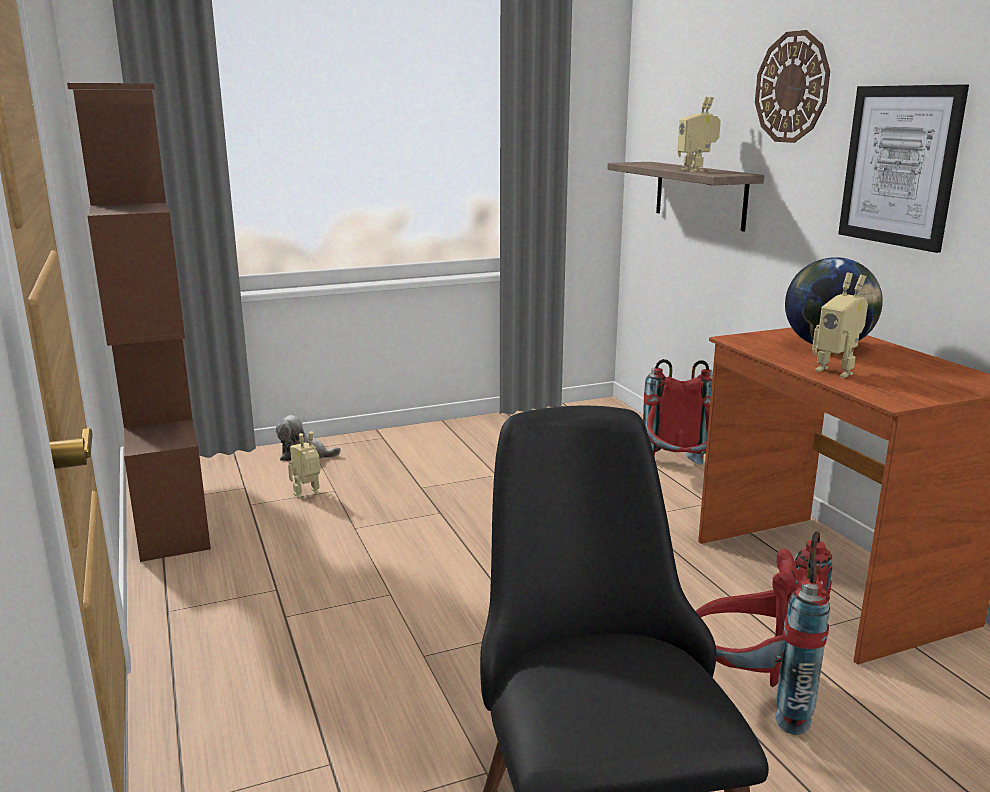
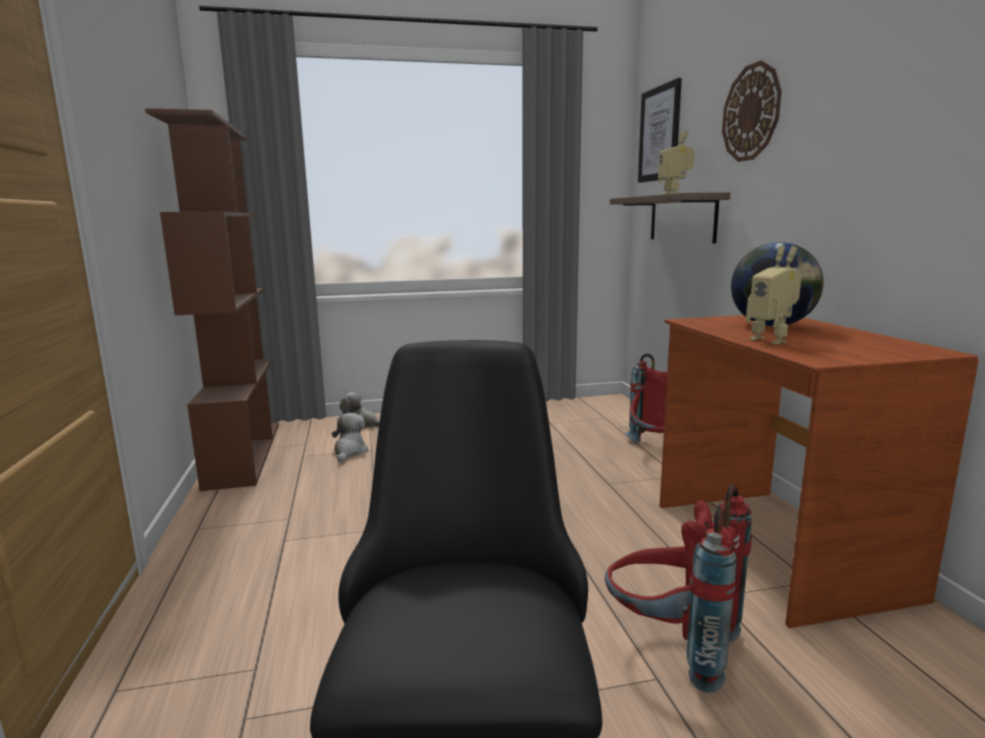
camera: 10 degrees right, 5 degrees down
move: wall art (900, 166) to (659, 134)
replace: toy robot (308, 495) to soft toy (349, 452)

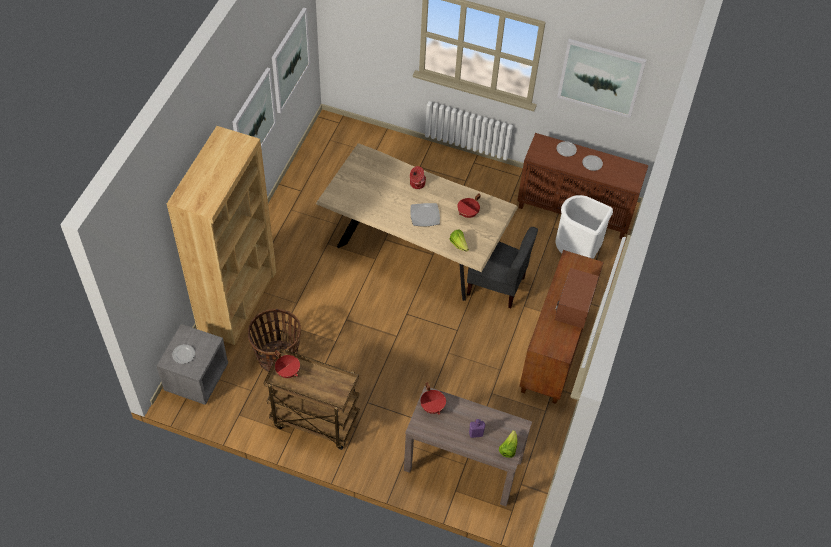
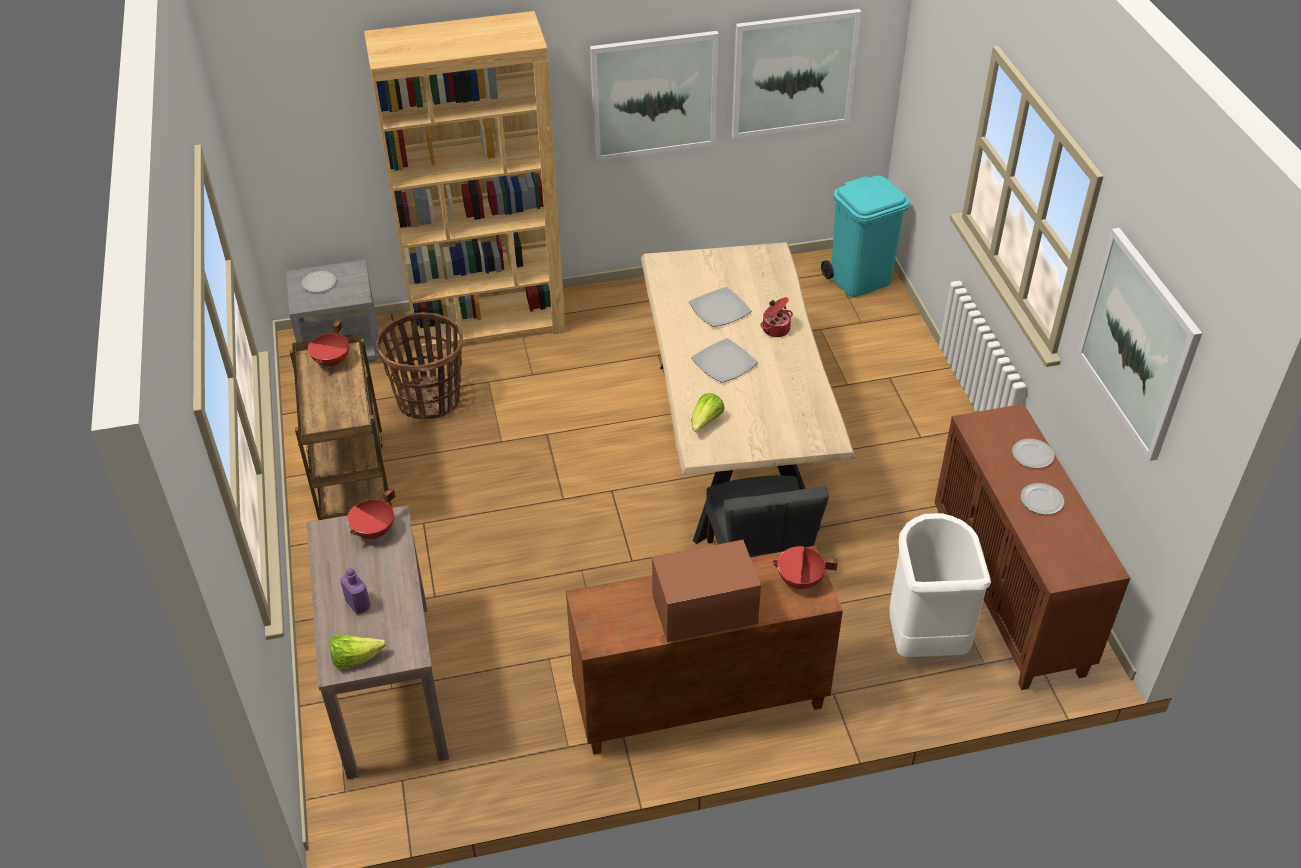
camera: 60 degrees right, 10 degrees down
insert: dinner plate (720, 309); blue-green waste bin (860, 279)
move: red-coloured stockpot (468, 213) to (800, 581)

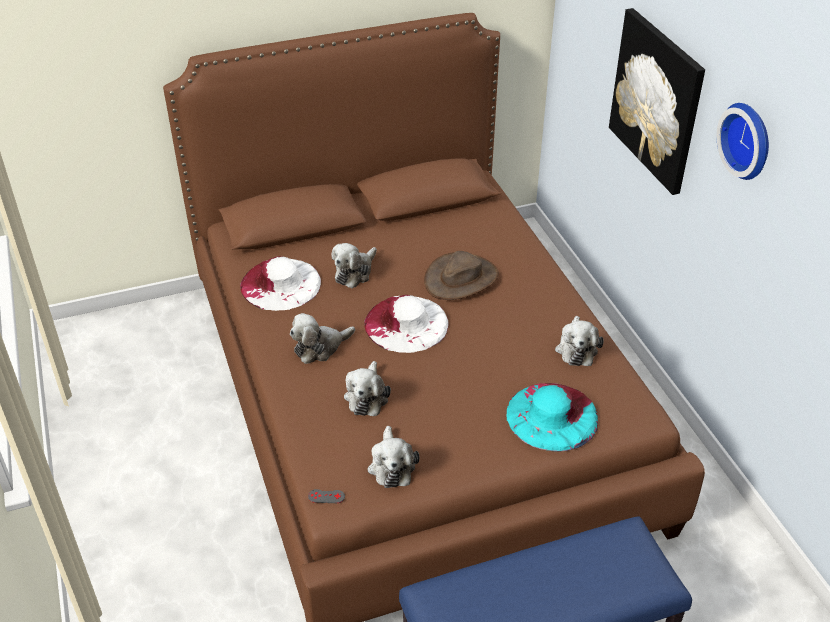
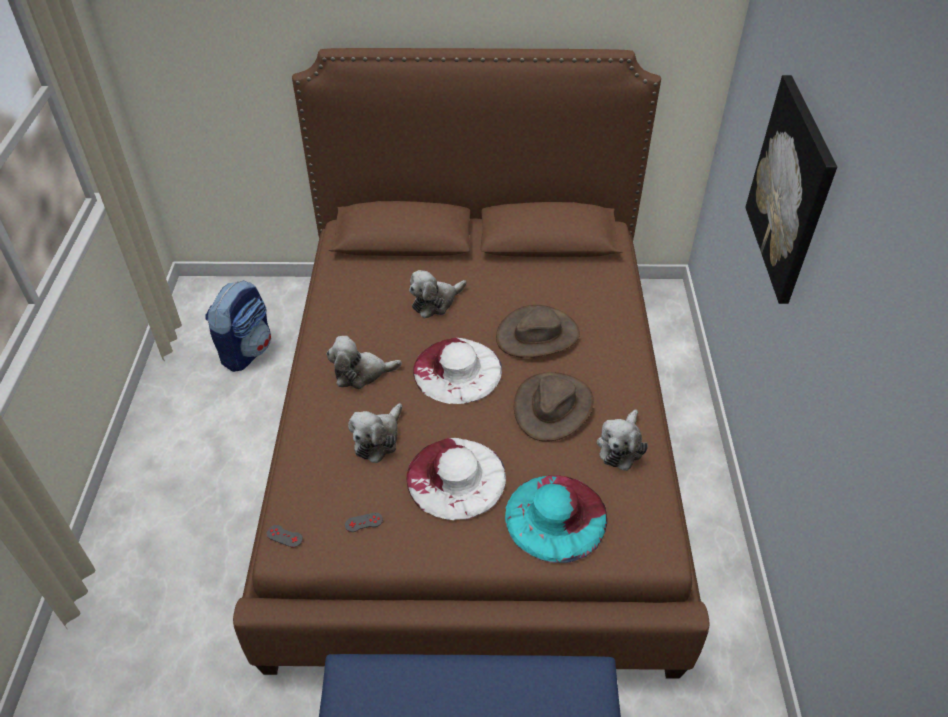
camera: 20 degrees right, 5 degrees up
delete: hanging clock (748, 140)
insert: backpack (247, 350); brown-coloured clothing hat (552, 407)
move: white-coloured clothing hat (280, 284) to (456, 477)
replace: soft toy (391, 465) to gray joypad (364, 522)

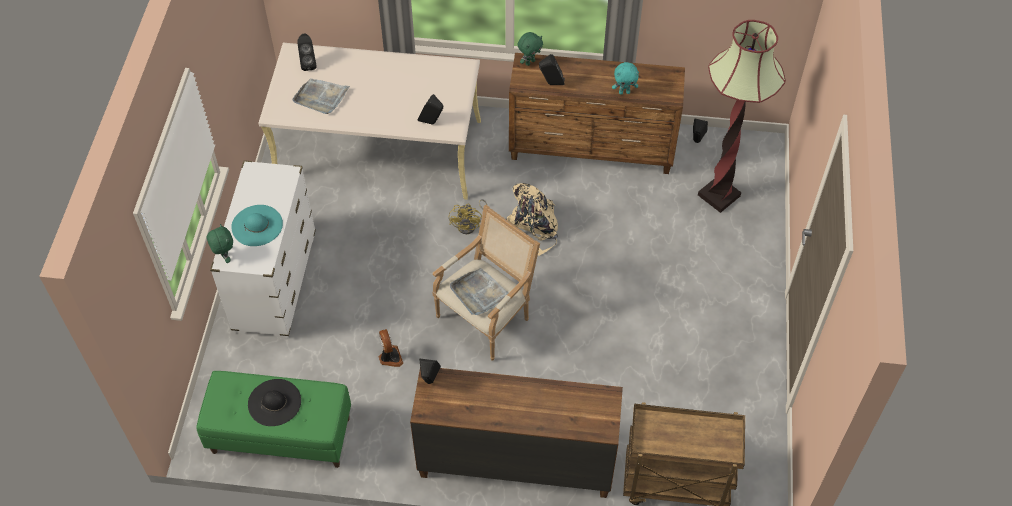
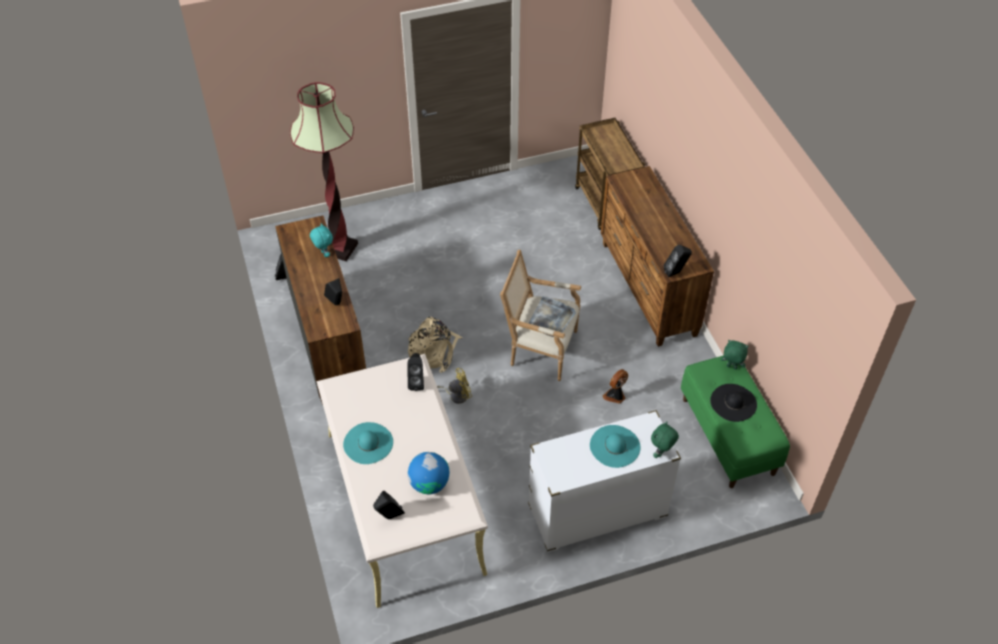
camera: 115 degrees left, 5 degrees down
insert: blue-green clothing hat (368, 443)
move: greenish soft toy (530, 62) to (731, 367)
replace: gray carrying tray (321, 97) to world globe (429, 484)

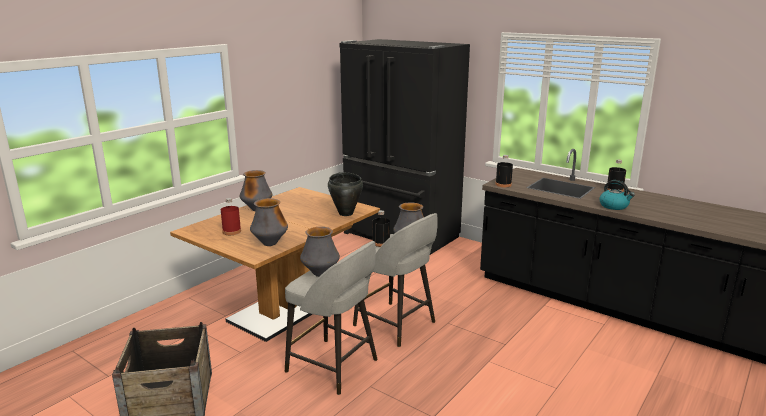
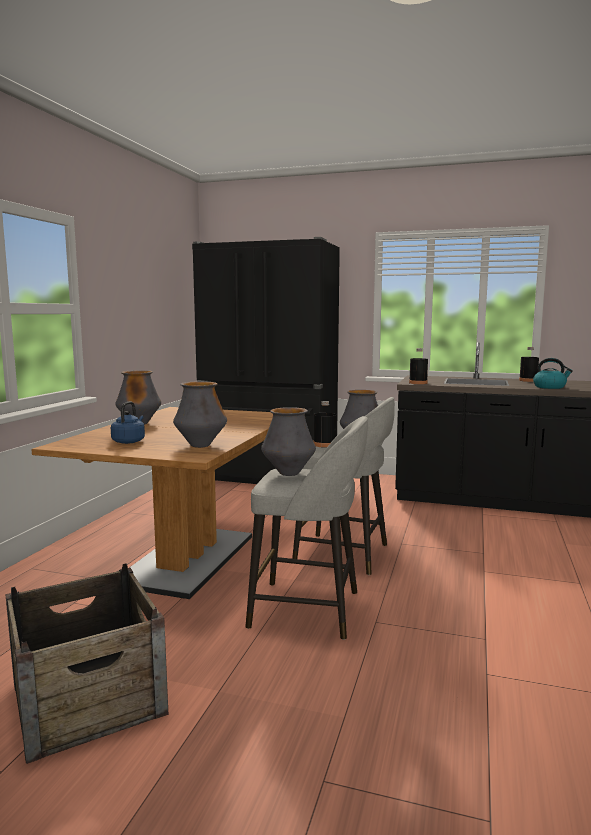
camera: 20 degrees left, 10 degrees down
delete: black-coloured stockpot (346, 213)
replace: red-coloured beverage bottle (231, 231) to bluish water kettle (129, 441)

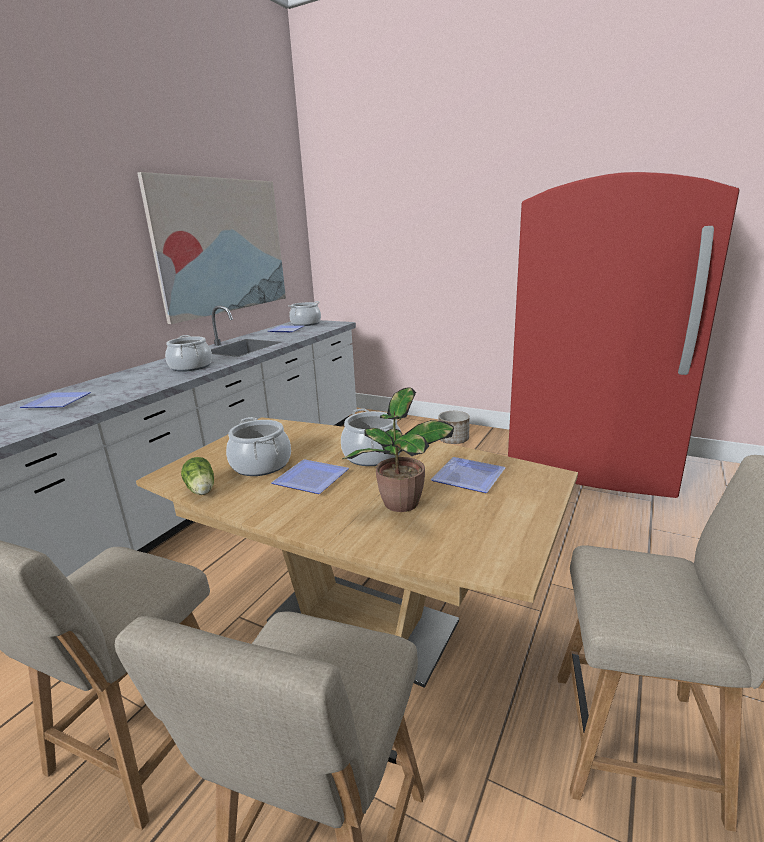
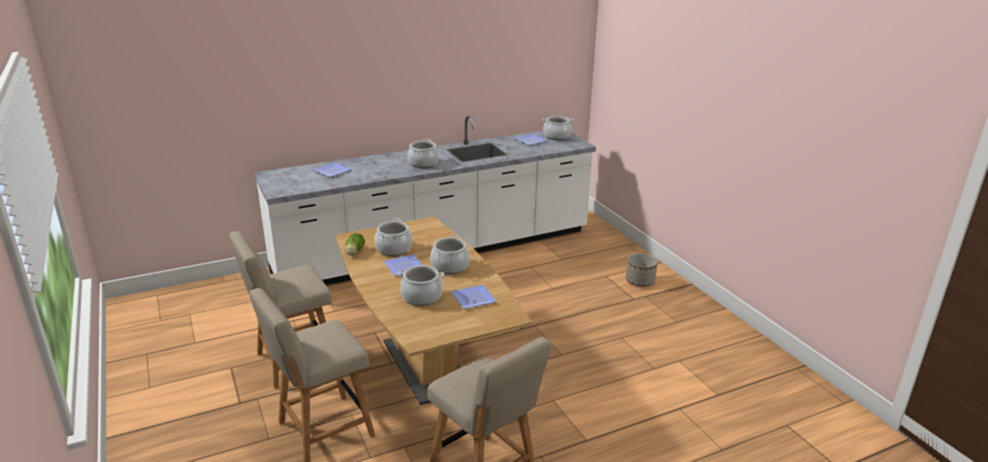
camera: 35 degrees right, 5 degrees up
delete: wall art (222, 246); red-coloured kitchen fridge (593, 464)
replace: houseplant (401, 504) to stockpot (421, 297)

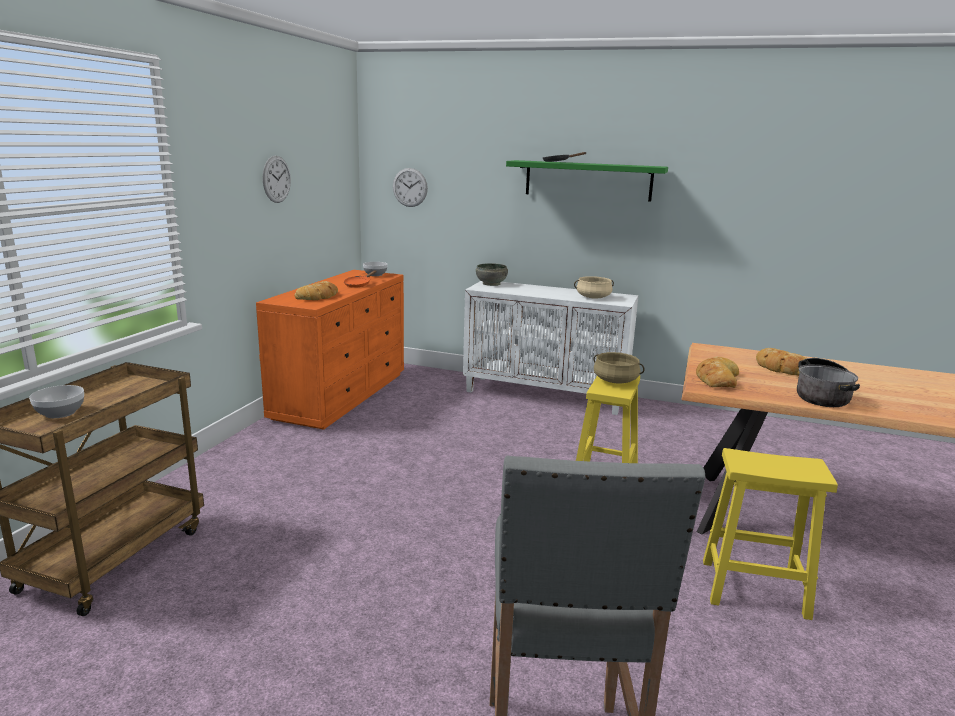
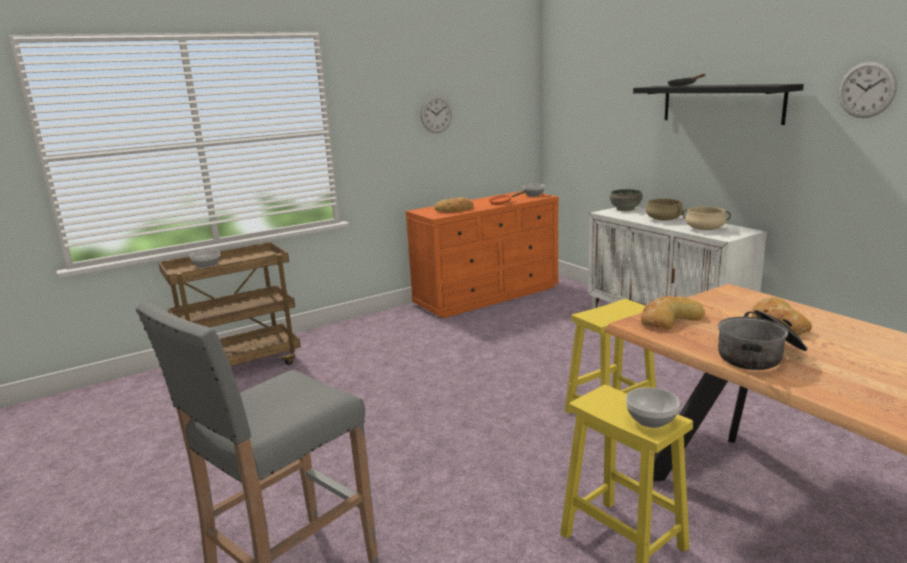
camera: 40 degrees right, 0 degrees up
insert: deep dish (650, 420)
move: hanging clock (410, 187) to (866, 89); beige-coloured stockpot (616, 381) to (664, 219)
recolor: greenish wall shelf (588, 180) to black-coloured wall shelf (721, 103)

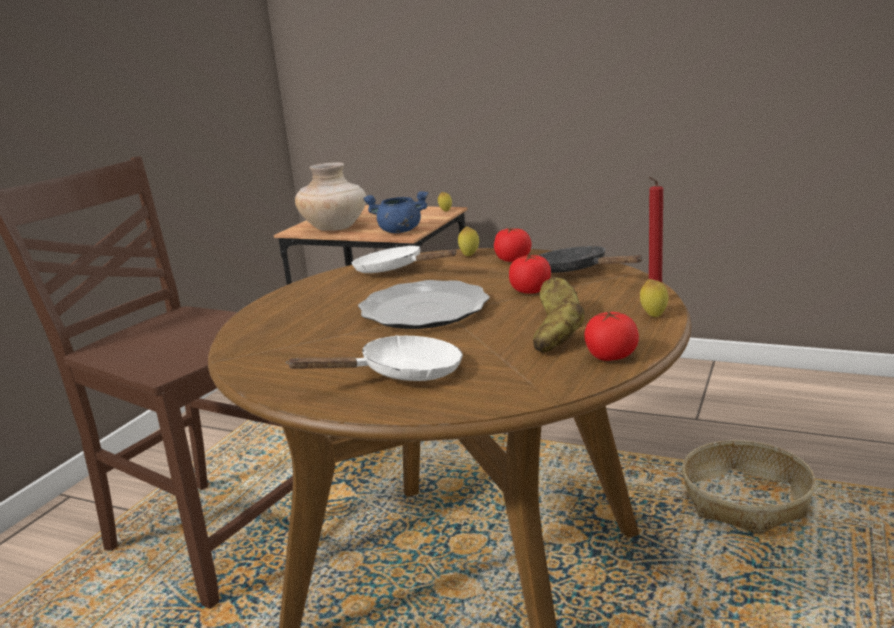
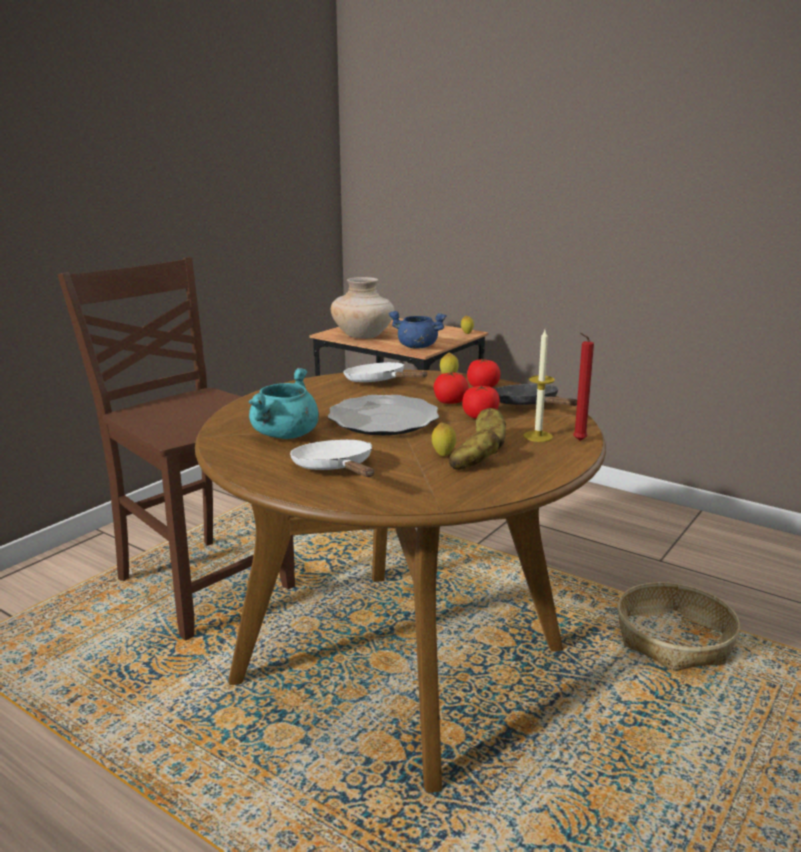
camera: 10 degrees right, 0 degrees up
insert: blue-green stockpot (285, 435); candle (538, 436)
move: tomato (611, 357) to (450, 402); citrus fruit (653, 315) to (443, 455)
rotate: white-coloured pan (402, 374) = (336, 469) 105 degrees counterclockwise

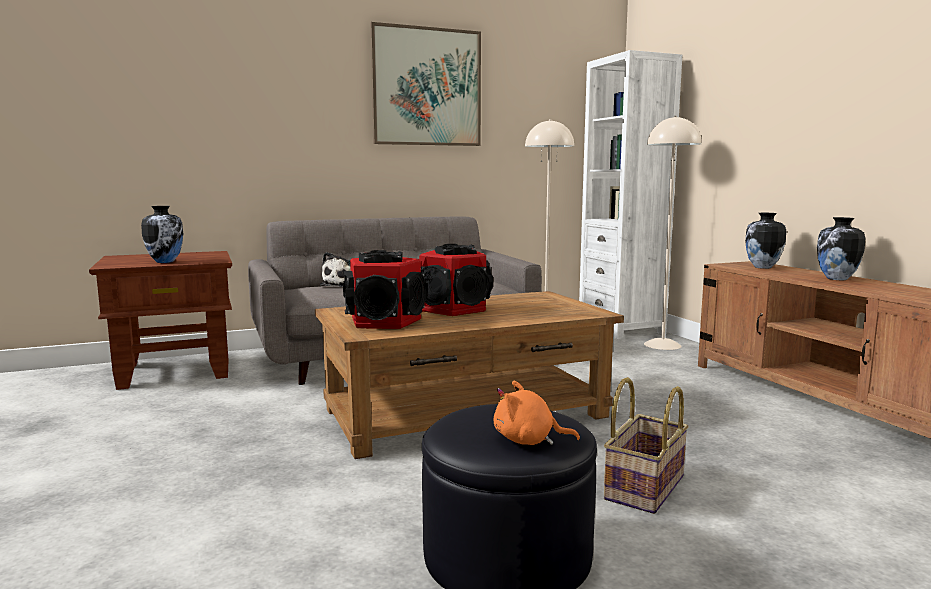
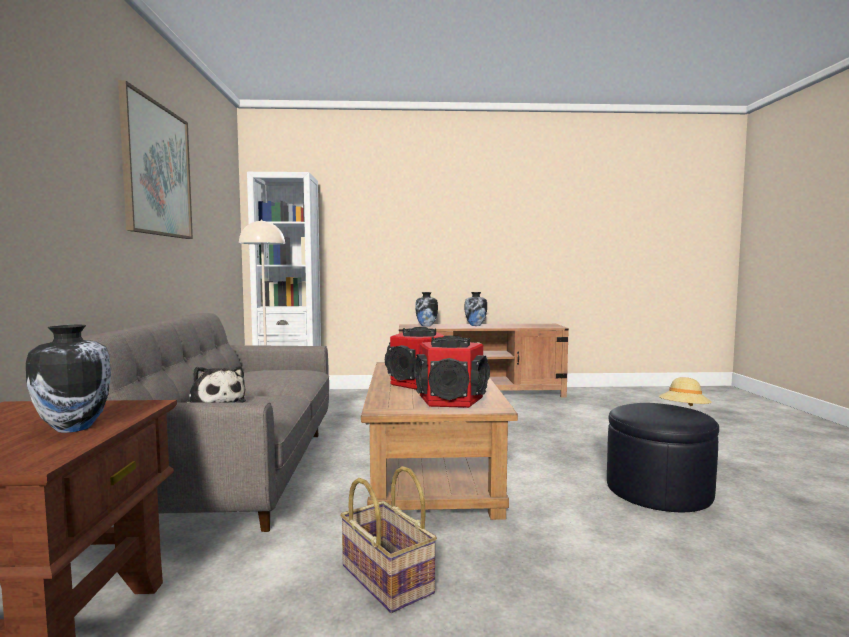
camera: 70 degrees left, 5 degrees down
delete: beige-coloured standing lamp (662, 345)
move: storage basket (643, 487) to (385, 579)
replace: orange soft toy (528, 440) to beige-coloured clothing hat (684, 411)

